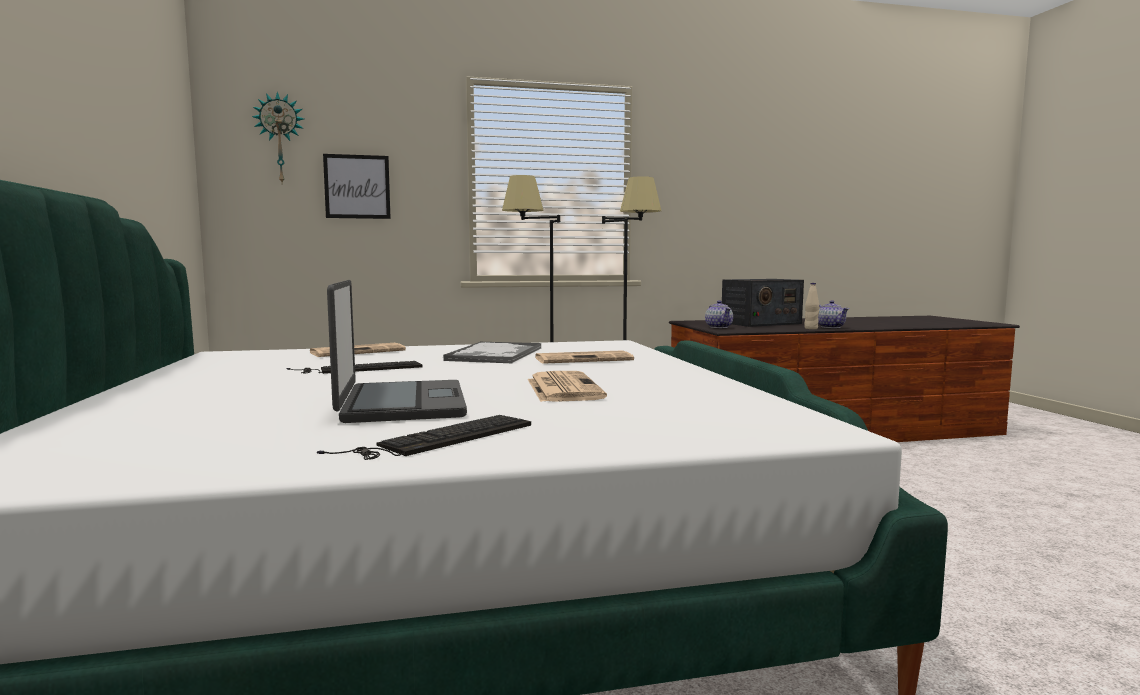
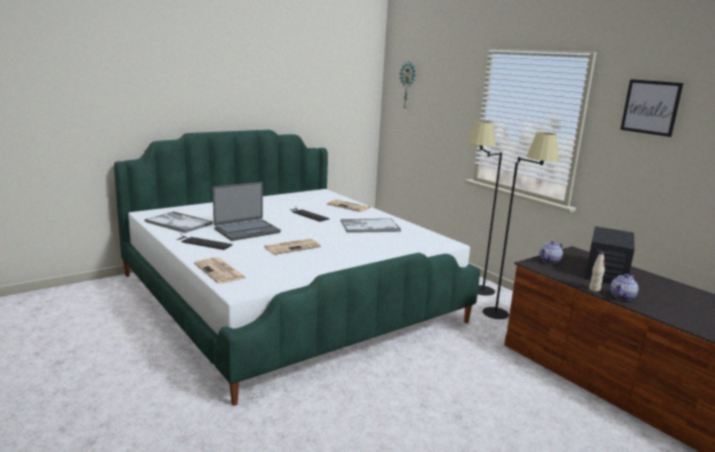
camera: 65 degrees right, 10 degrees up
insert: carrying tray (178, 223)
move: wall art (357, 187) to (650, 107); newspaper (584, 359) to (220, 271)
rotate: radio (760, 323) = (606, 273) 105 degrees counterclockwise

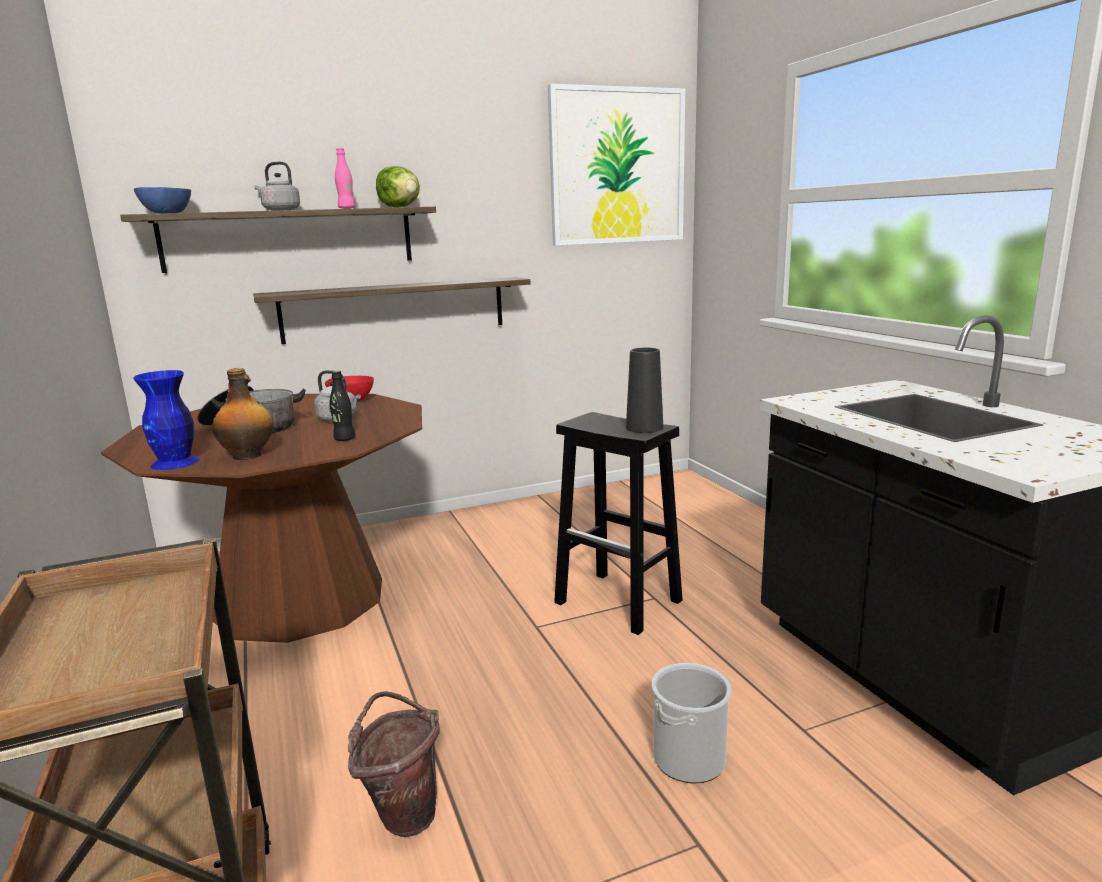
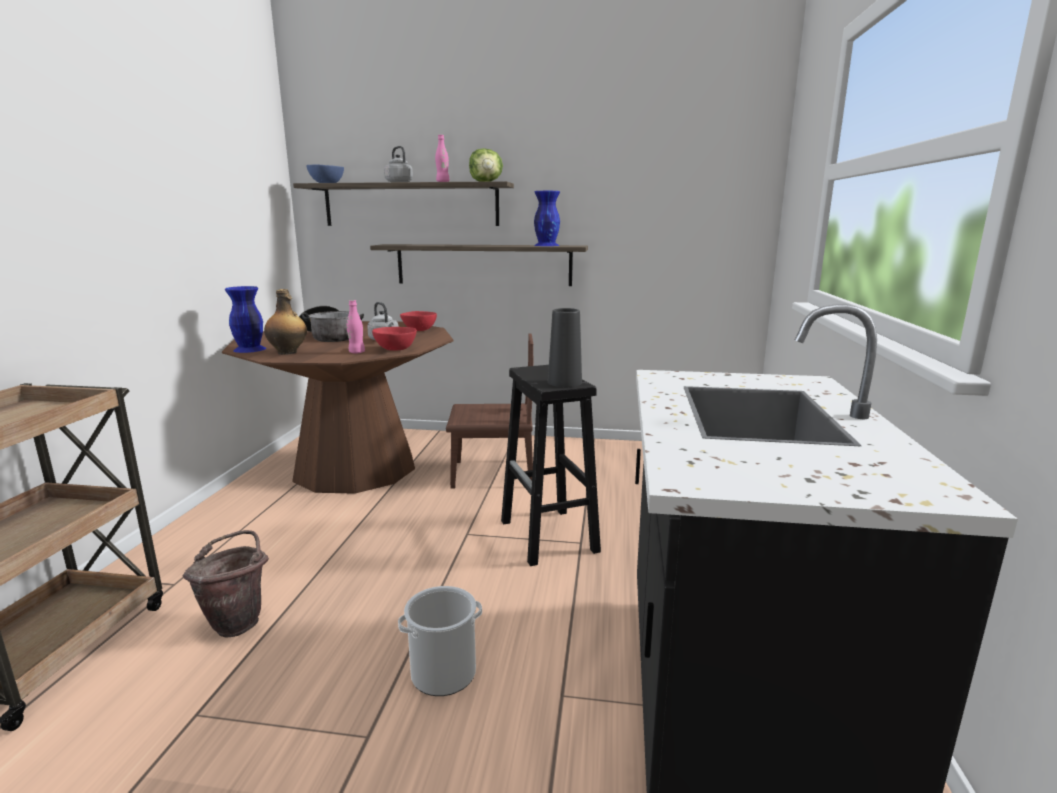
camera: 30 degrees right, 0 degrees up
delete: wall art (617, 167)
insert: red-coloured deep dish (394, 349); brown-coloured upright chair (493, 474); bluish decorative vase (546, 245)
recolor: black-coloured beverage bottle (344, 439) to pinkish beverage bottle (357, 352)

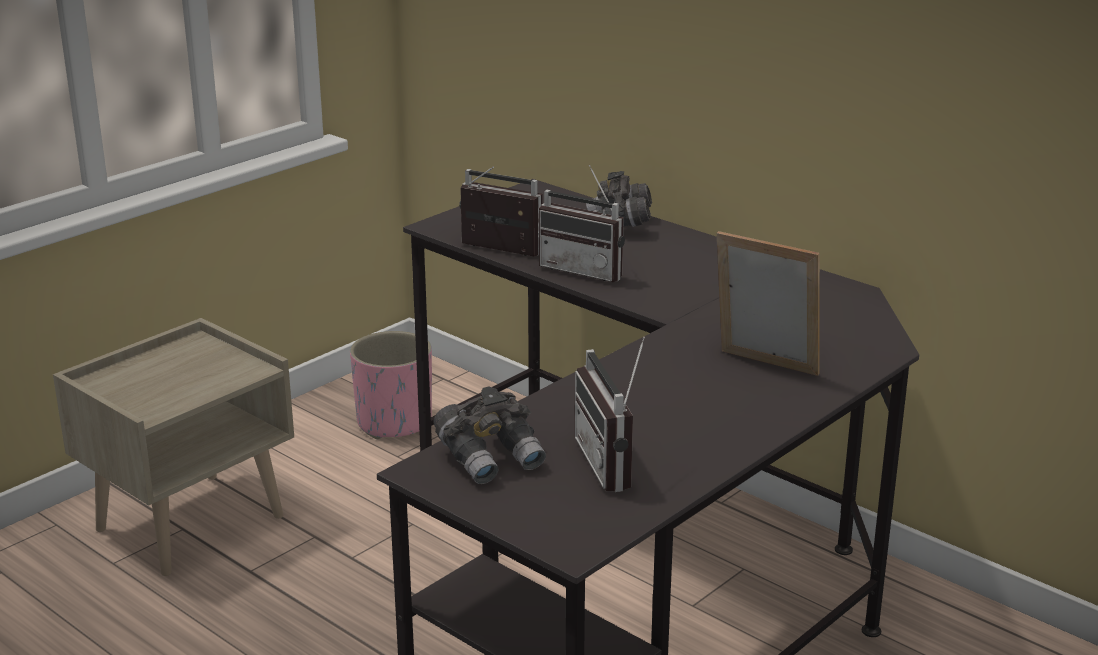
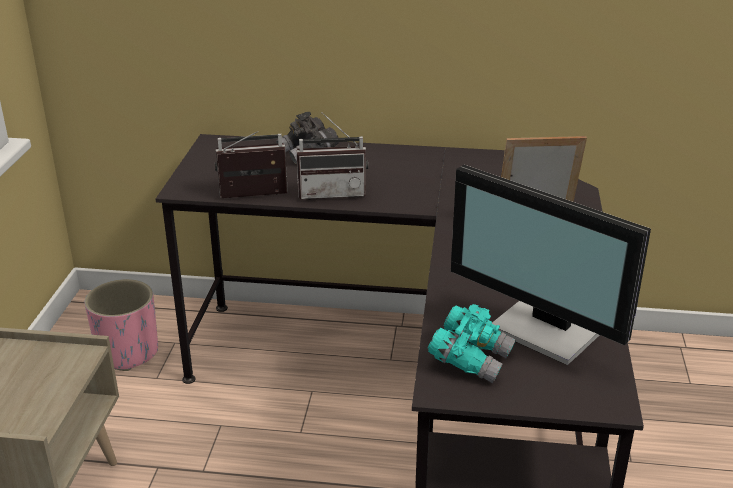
camera: 35 degrees left, 5 degrees up
replace: radio (616, 464) to computer screen (549, 329)
recolor: gray field glasses (491, 458) to blue-green field glasses (470, 359)

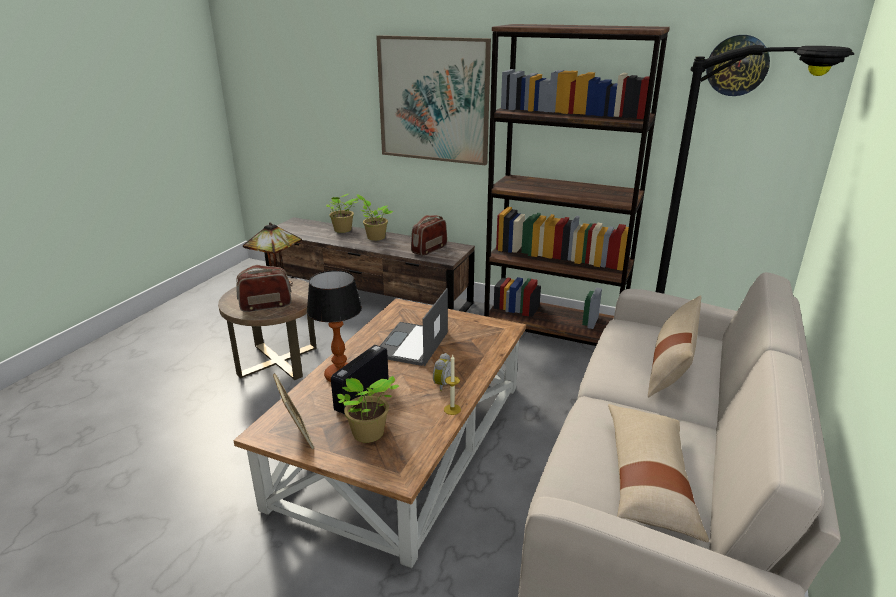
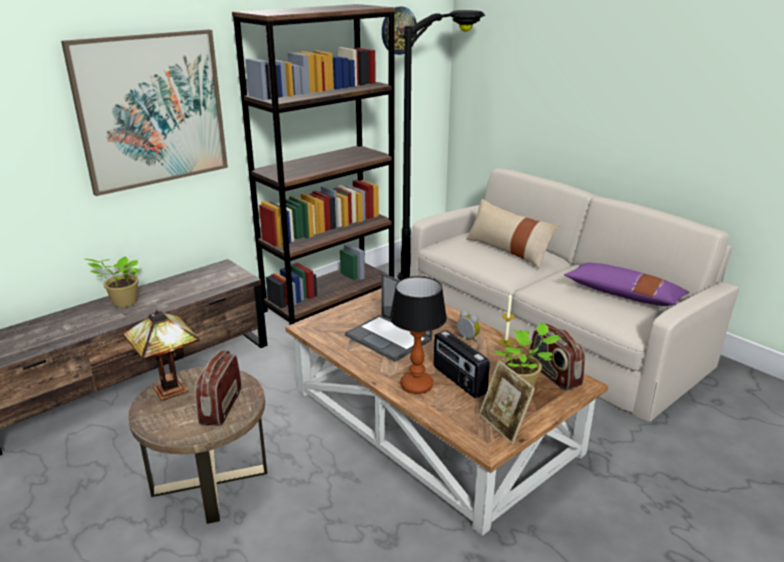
camera: 65 degrees left, 0 degrees up
delete: houseplant (342, 230)
move: radio (429, 249) to (553, 374)
recolor: beige-coloured cushion (649, 480) to purple-coloured cushion (623, 295)
rotate: photo frame (296, 435) = (503, 426) 120 degrees counterclockwise

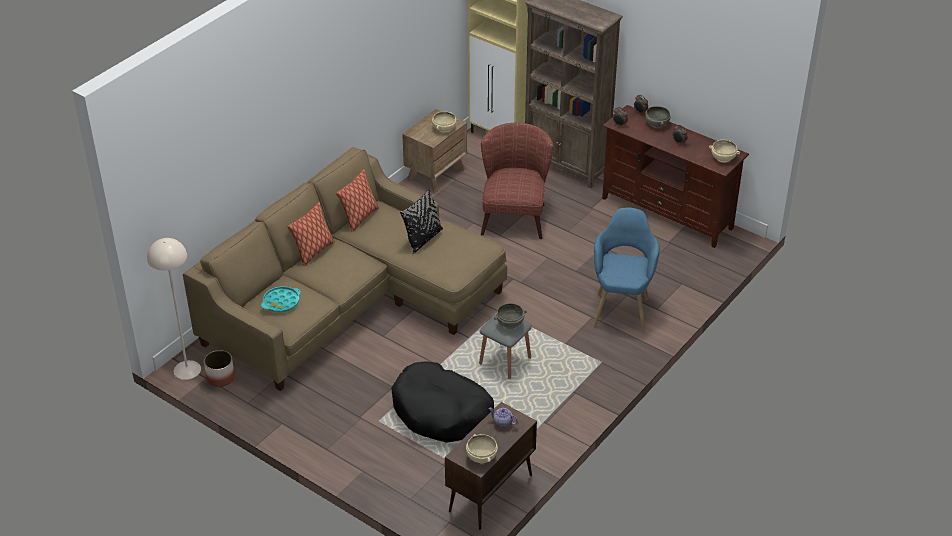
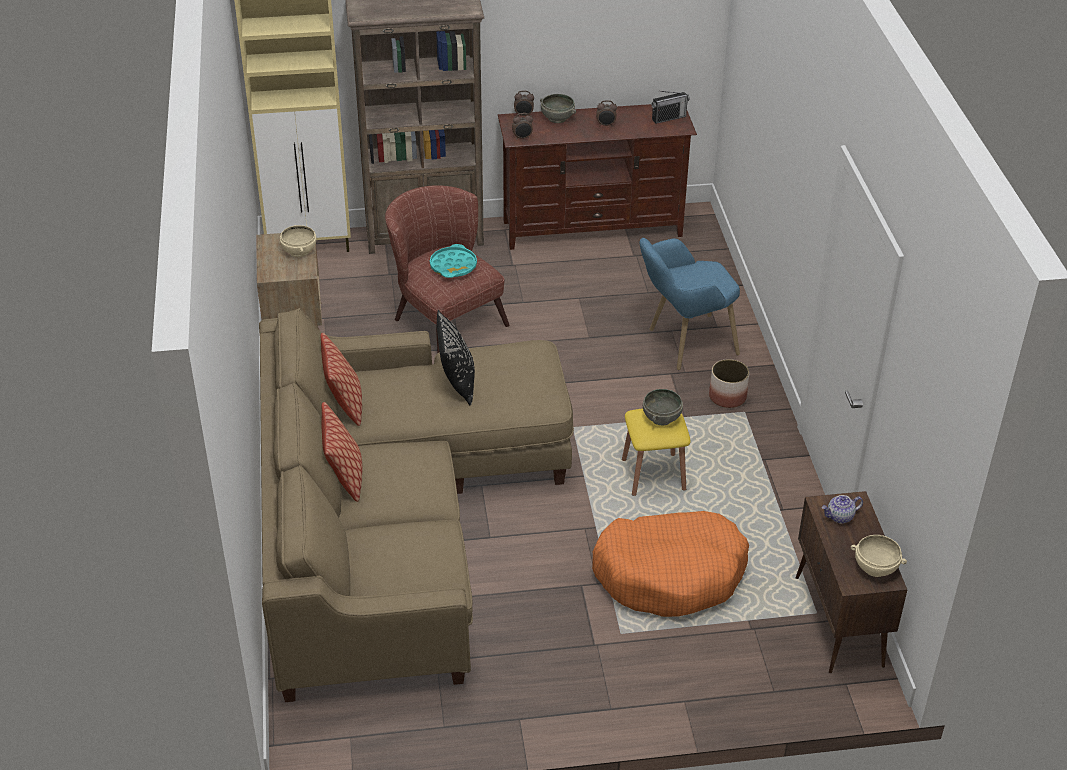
camera: 45 degrees left, 0 degrees up
delete: beige-coloured standing lamp (187, 369)
move: plant pot (220, 378) to (727, 397); blue-green carrying tray (281, 302) to (453, 266)
replace: beige-coloured deep dish (723, 158) to radio (668, 118)
recolor: black-coloured pet bed (441, 412) to orange pet bed (670, 574); gray sitting stool (505, 360) to yellowish sitting stool (653, 474)
rotate: bluish armchair (621, 306) = (682, 345) 75 degrees counterclockwise

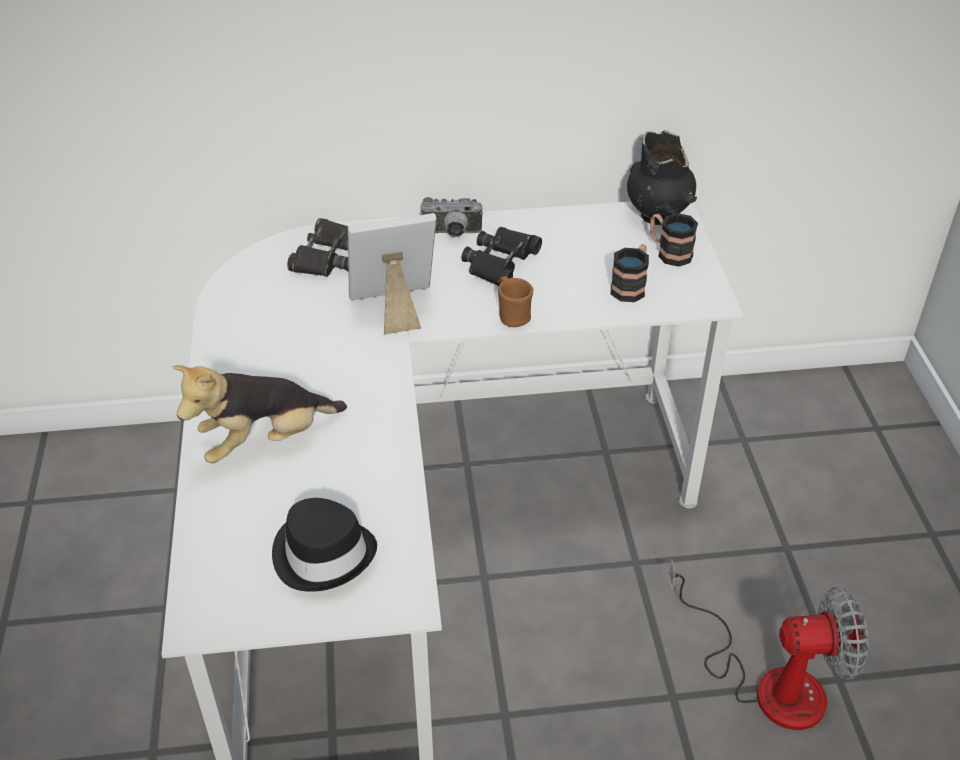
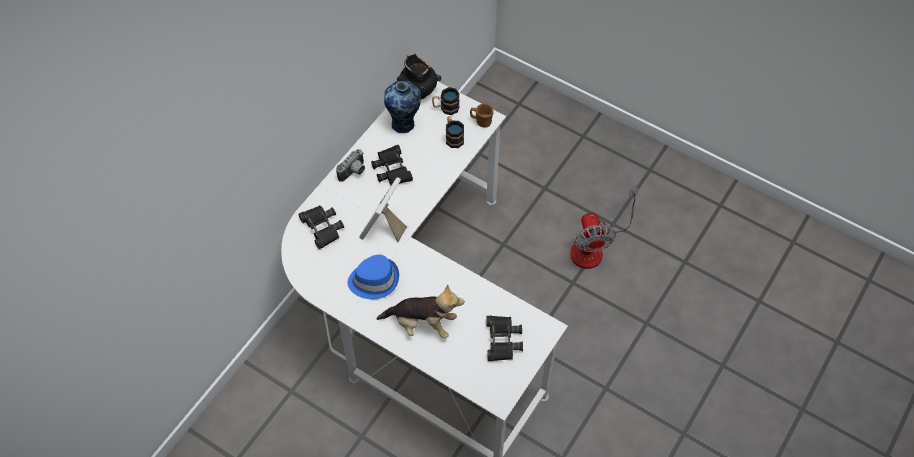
camera: 50 degrees left, 15 degrees up
insert: bluish clothing hat (374, 279); decorative vase (404, 124)
move: brown-coloured tea mug (512, 315) to (481, 121)
replace: black-coloured clothing hat (323, 554) to black-coloured field glasses (502, 340)
rotate: soft toy (265, 441) = (422, 324) 90 degrees counterclockwise; cooling fan (769, 682) = (594, 246) 135 degrees clockwise

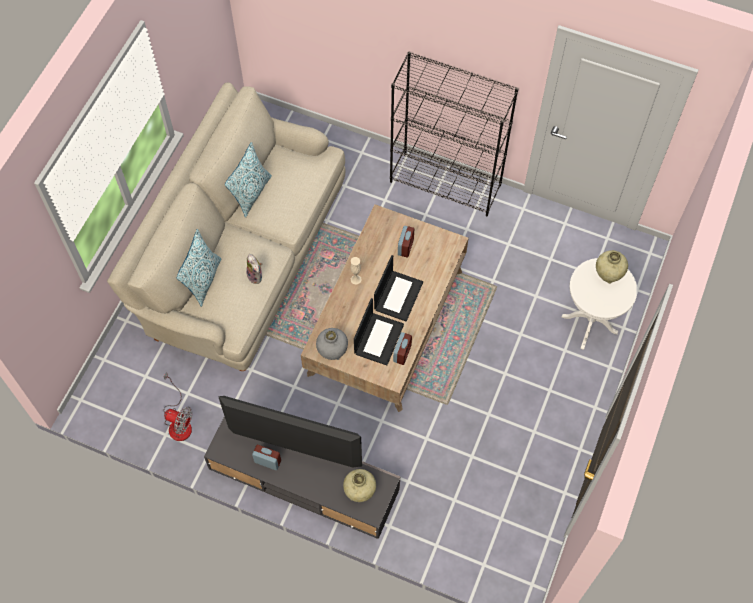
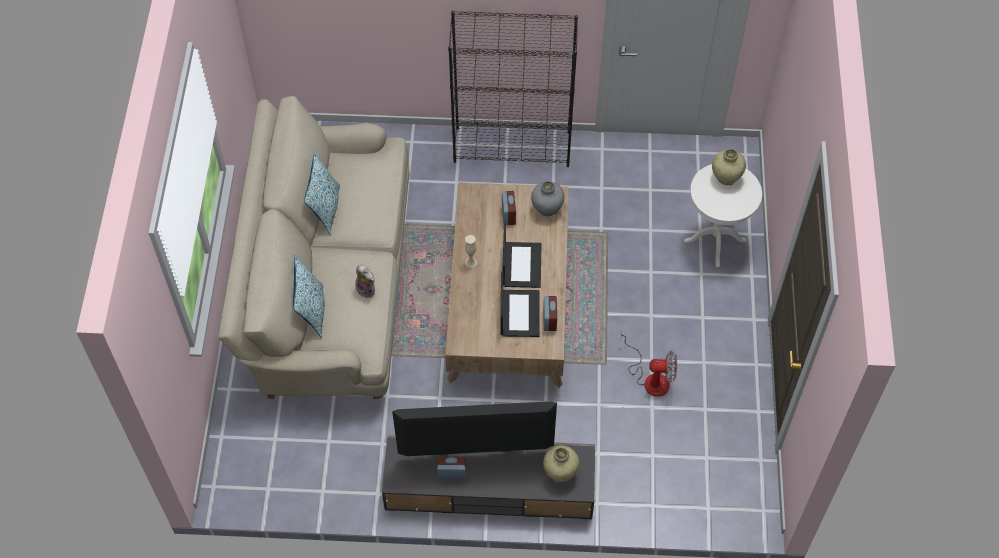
camera: 20 degrees left, 5 degrees down
move: cooling fan (178, 422) to (650, 378); gray decorative vase (332, 352) to (547, 209)

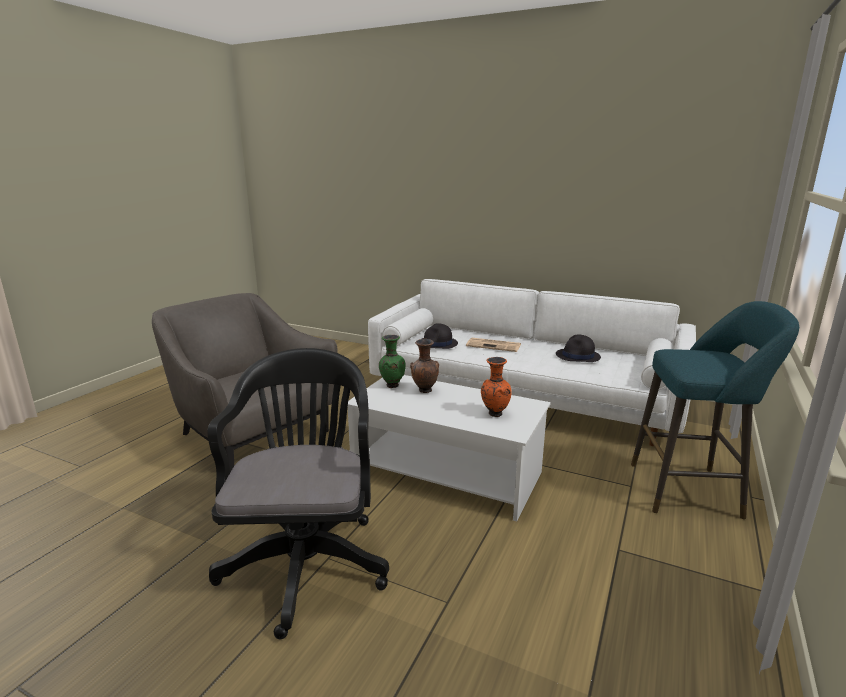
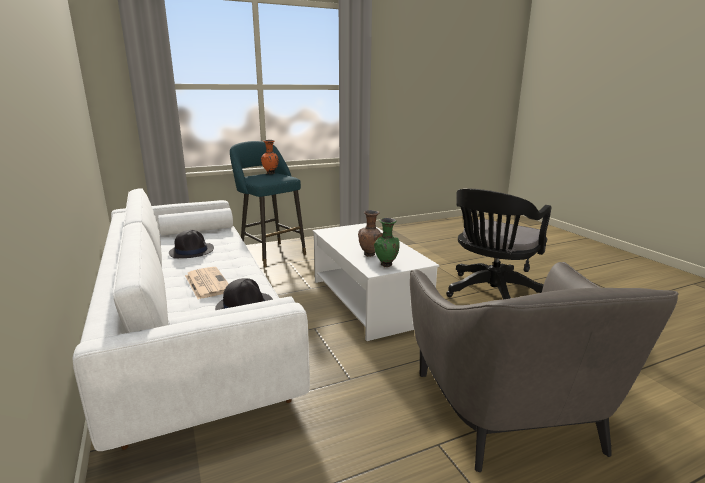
camera: 140 degrees left, 0 degrees up
move: orange decorative vase (494, 414) to (270, 173)

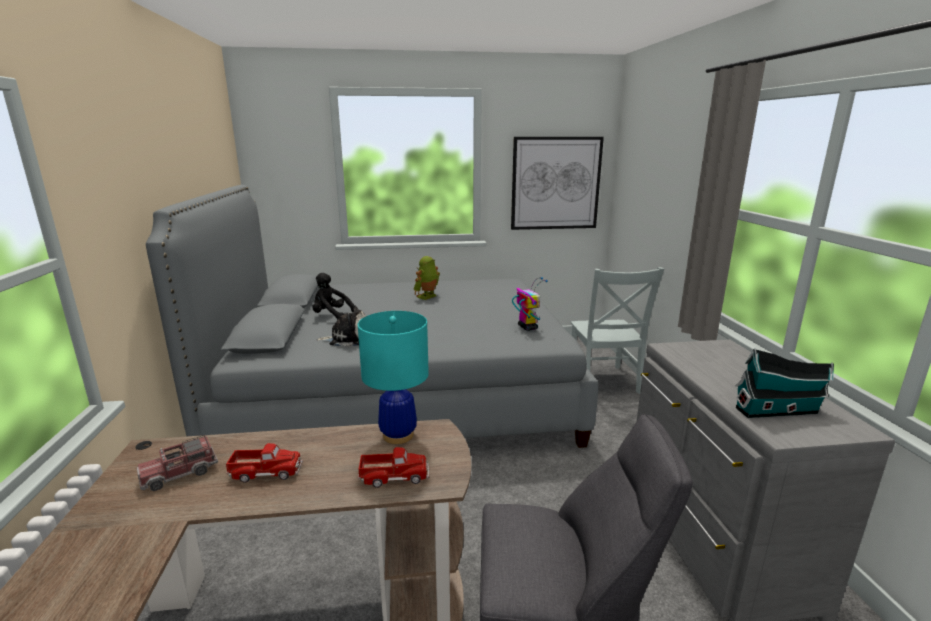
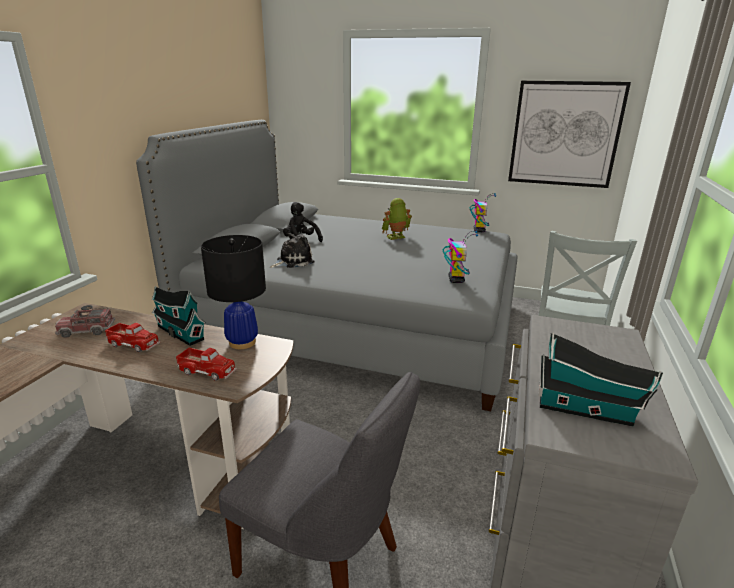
camera: 25 degrees right, 5 degrees up
insert: model house (179, 332); toy robot (479, 230)
recolor: blue-green table lamp (398, 435) to black-coloured table lamp (242, 342)
rotate: soft toy (347, 338) = (293, 261) 60 degrees counterclockwise

